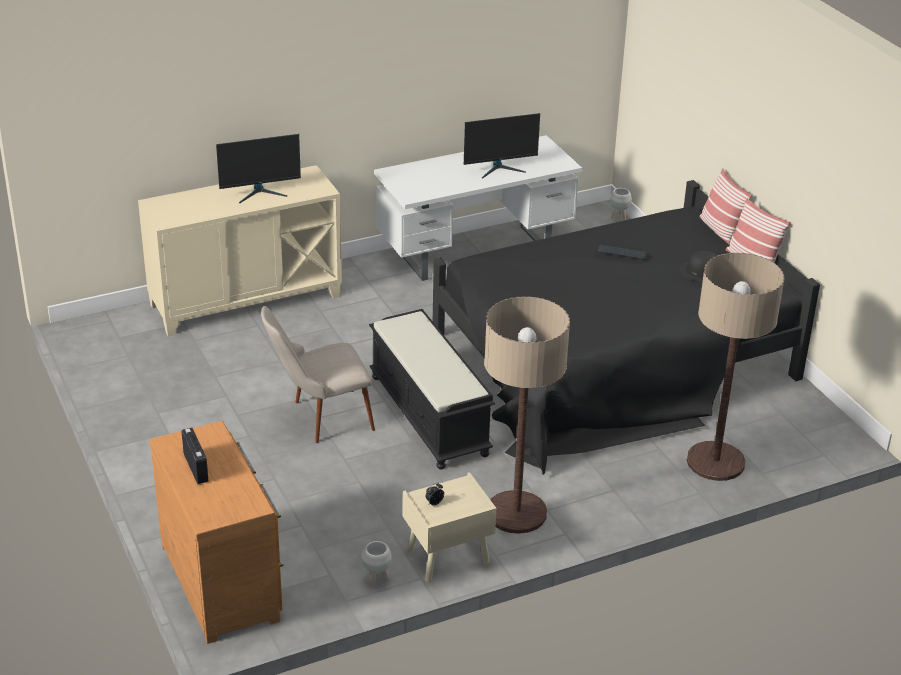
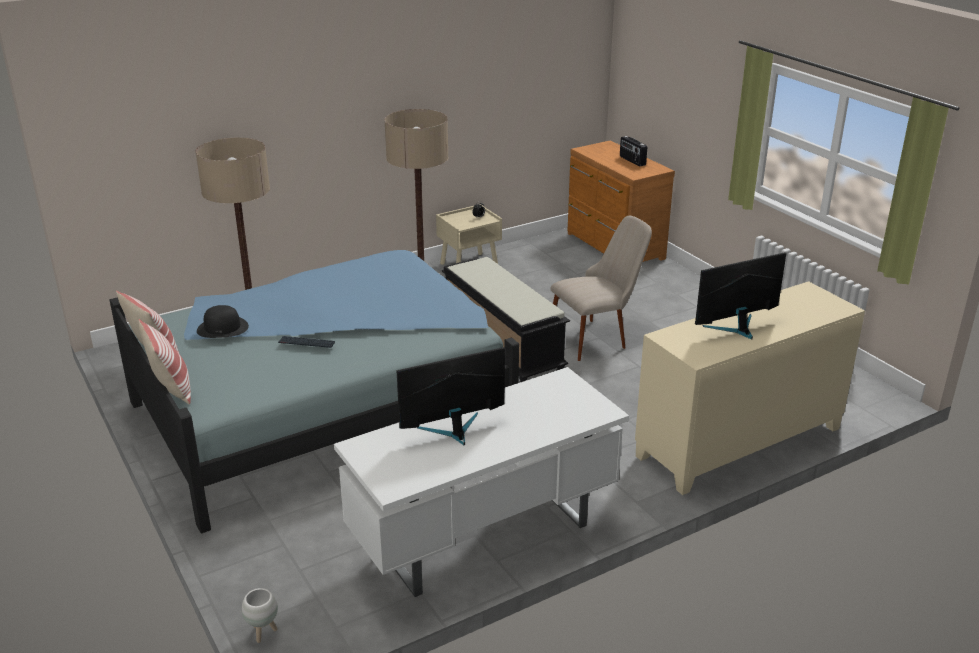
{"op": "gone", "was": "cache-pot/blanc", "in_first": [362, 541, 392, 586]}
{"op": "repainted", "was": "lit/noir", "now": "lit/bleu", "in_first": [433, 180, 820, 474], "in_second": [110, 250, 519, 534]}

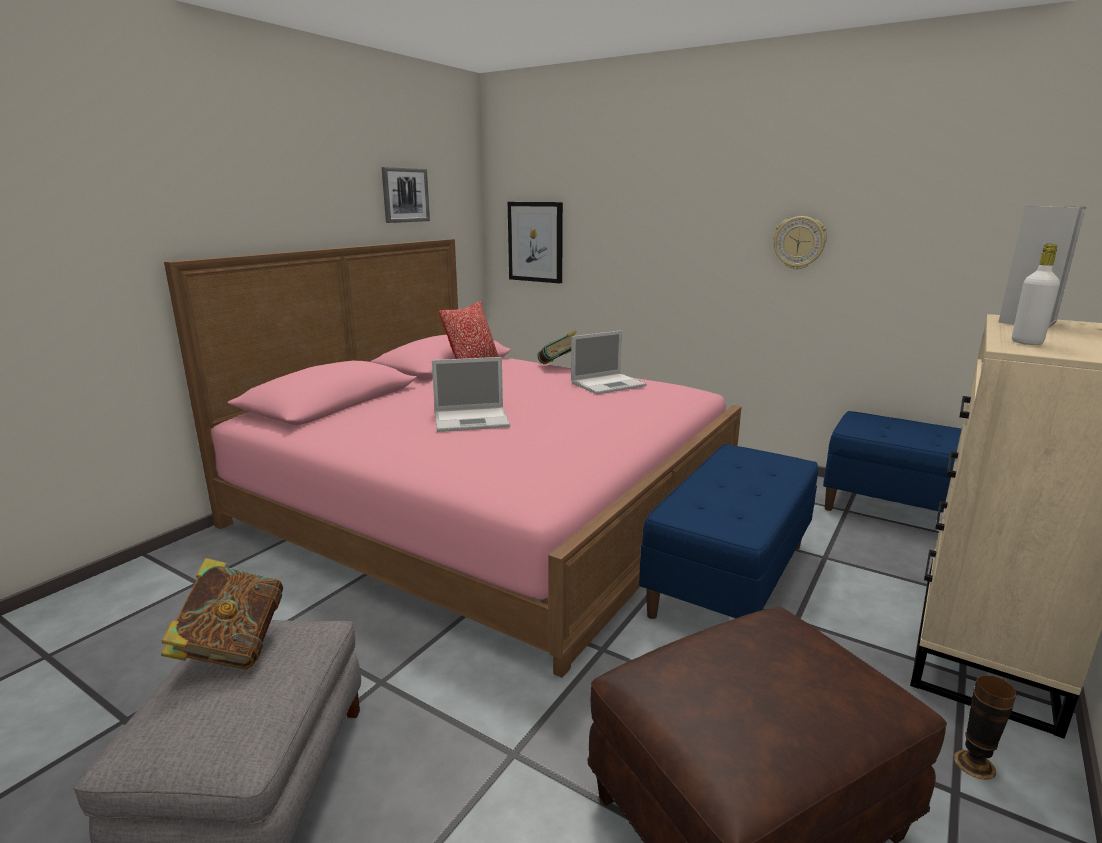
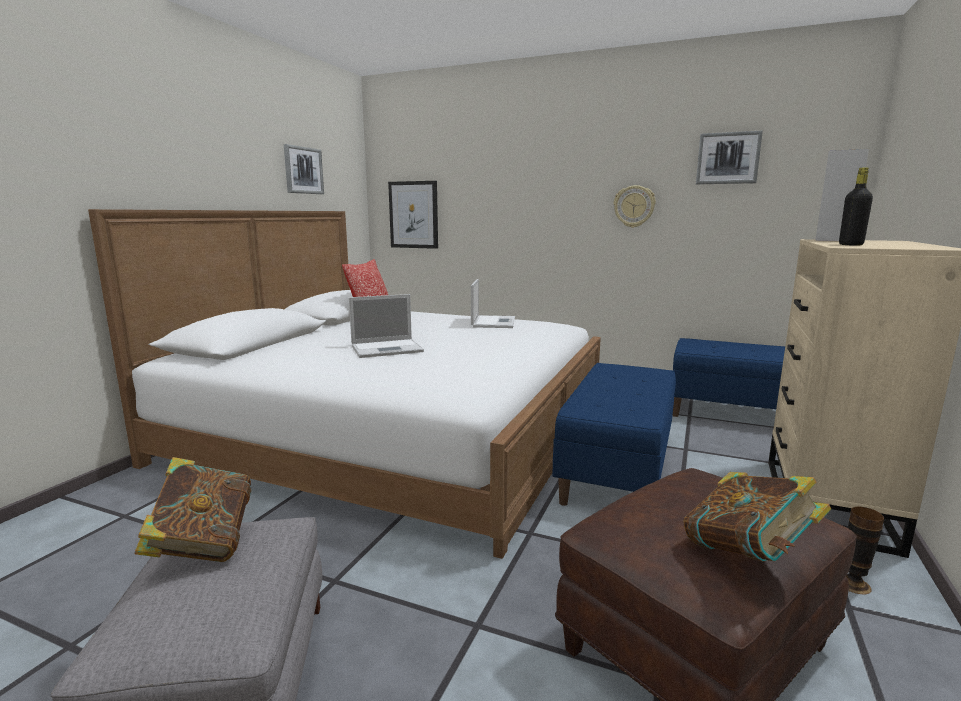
{"op": "new", "now": "tableau", "in_second": [696, 131, 763, 184]}
{"op": "shifted", "was": "livre", "in_first": [538, 330, 577, 364], "in_second": [684, 472, 831, 561]}
{"op": "repainted", "was": "lit/rose", "now": "lit/blanc", "in_first": [164, 239, 742, 678], "in_second": [88, 209, 601, 559]}
{"op": "repainted", "was": "bouteille/blanc", "now": "bouteille/noir", "in_first": [1012, 244, 1060, 345], "in_second": [839, 167, 873, 246]}
{"op": "rotated", "was": "ordinateur portable", "in_first": [571, 330, 647, 395], "in_second": [471, 279, 515, 328], "clockwise": -45}

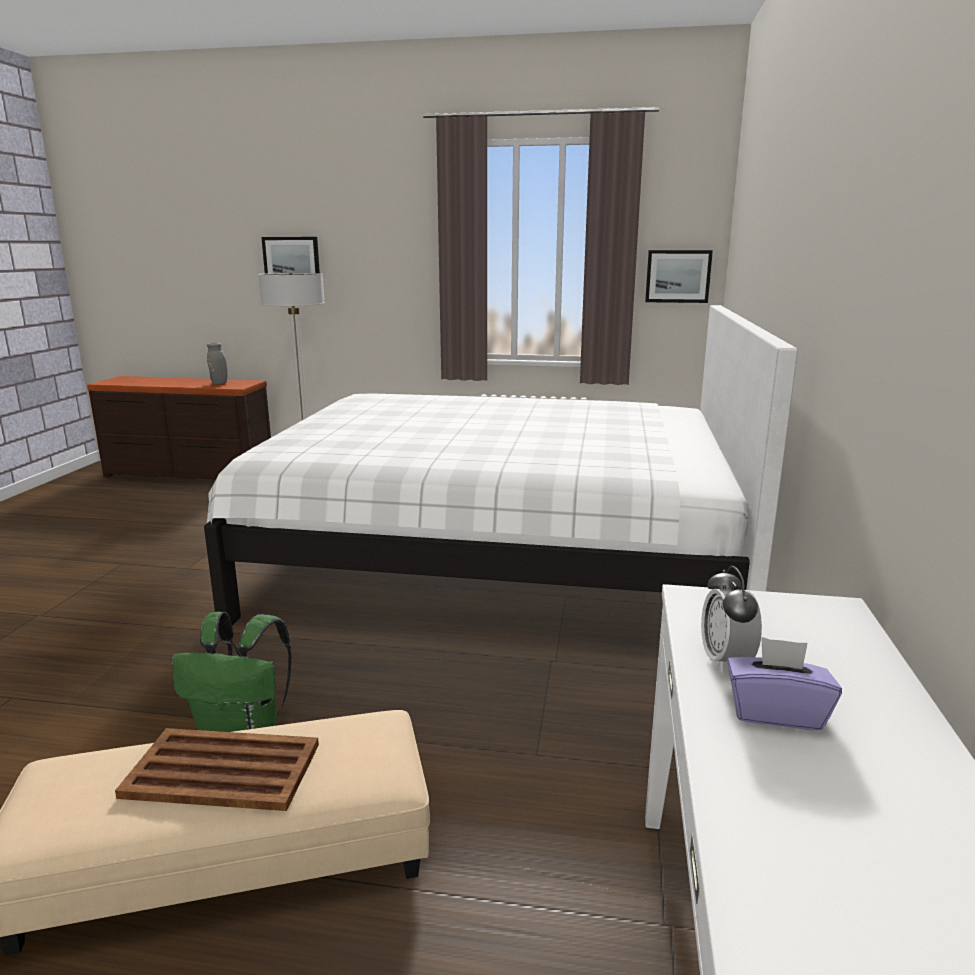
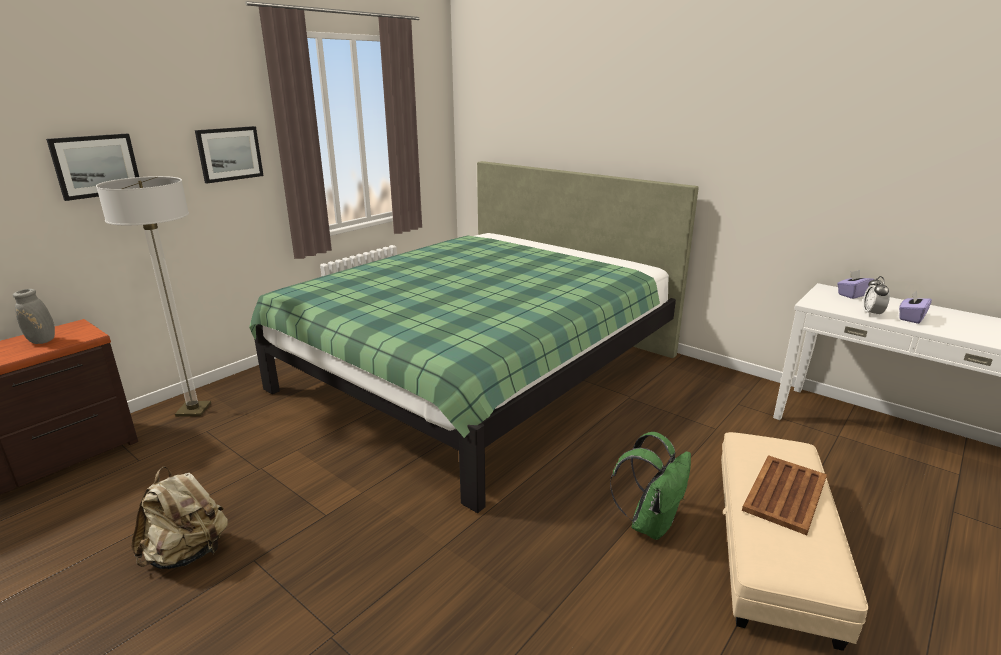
{"op": "new", "now": "sac à dos/beige", "in_second": [131, 467, 228, 569]}
{"op": "new", "now": "boîte à mouchoirs/violet", "in_second": [837, 270, 875, 299]}
{"op": "shifted", "was": "tableau", "in_first": [645, 250, 713, 303], "in_second": [195, 126, 264, 183]}
{"op": "repainted", "was": "lit/blanc", "now": "lit/vert", "in_first": [204, 305, 798, 625], "in_second": [249, 161, 699, 513]}
{"op": "rotated", "was": "réveil", "in_first": [701, 566, 762, 672], "in_second": [863, 276, 890, 317], "clockwise": 75}

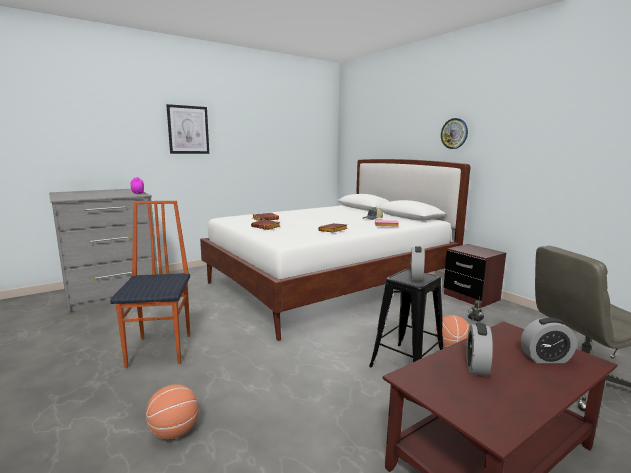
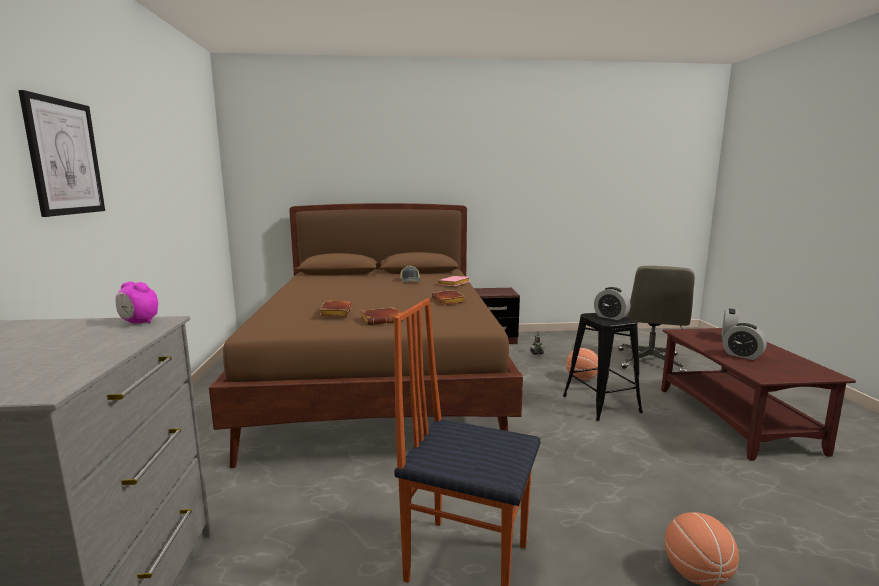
{"op": "gone", "was": "horloge murale", "in_first": [441, 118, 468, 149]}
{"op": "repainted", "was": "lit/blanc", "now": "lit/marron", "in_first": [200, 159, 470, 341], "in_second": [209, 203, 523, 468]}

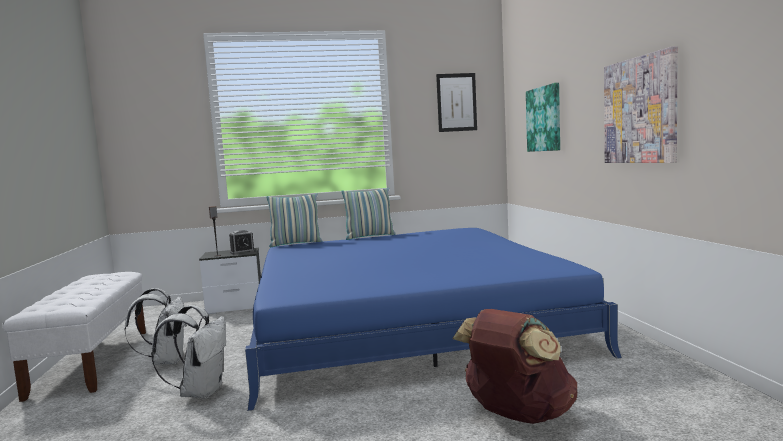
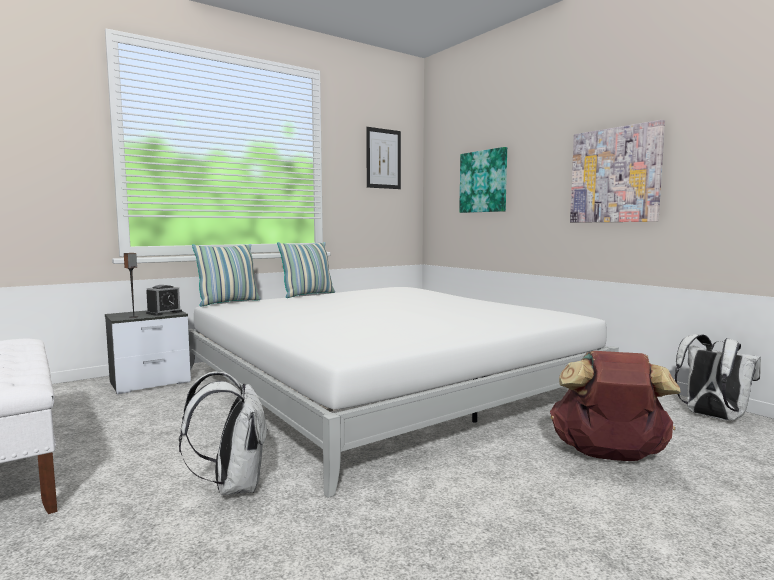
{"op": "shifted", "was": "sac à dos/blanc", "in_first": [124, 288, 187, 365], "in_second": [675, 334, 761, 420]}
{"op": "repainted", "was": "lit/bleu", "now": "lit/blanc", "in_first": [245, 228, 622, 411], "in_second": [188, 287, 619, 498]}

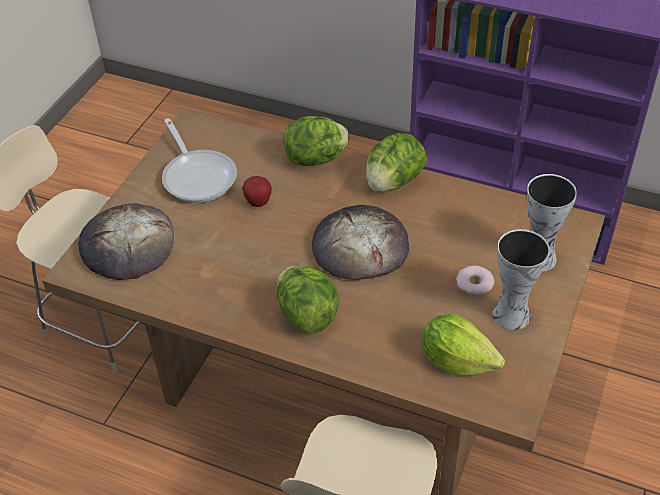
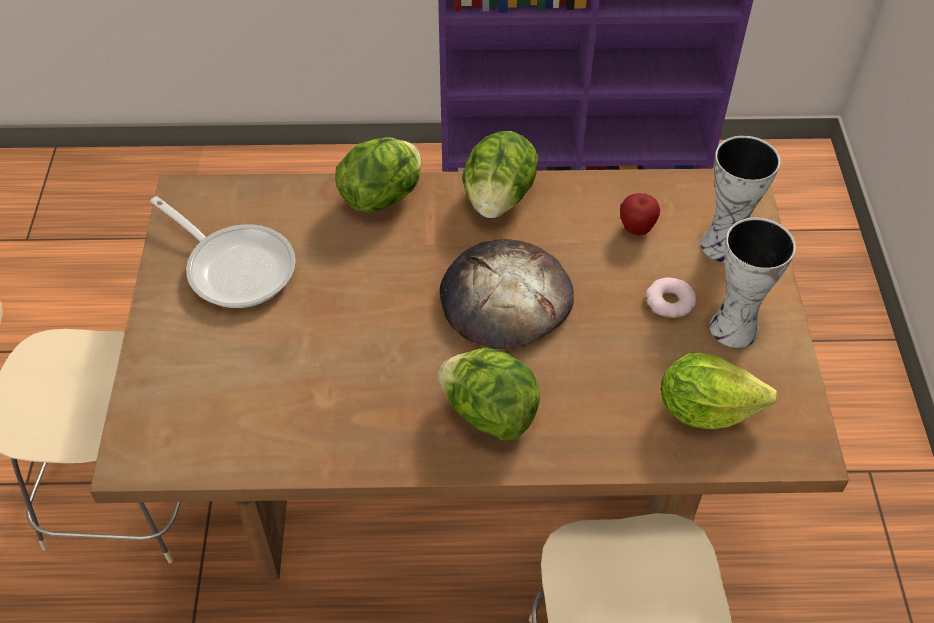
{"op": "gone", "was": "pain", "in_first": [78, 203, 174, 280]}
{"op": "shifted", "was": "pomme", "in_first": [242, 176, 272, 207], "in_second": [620, 193, 660, 235]}

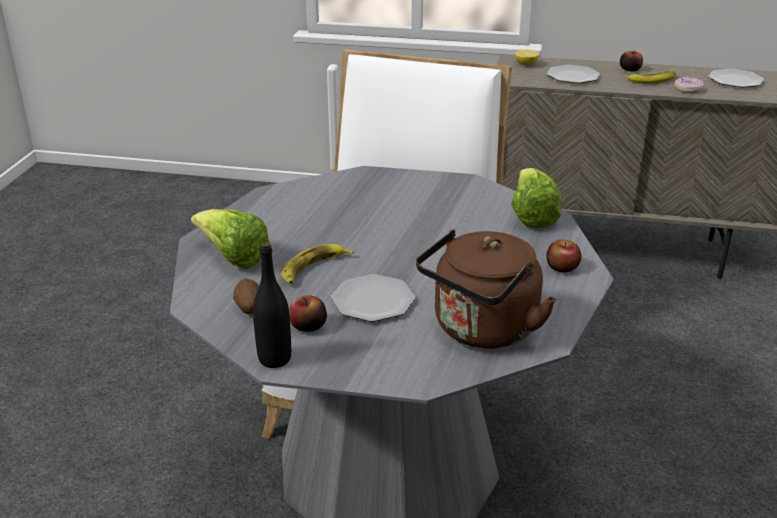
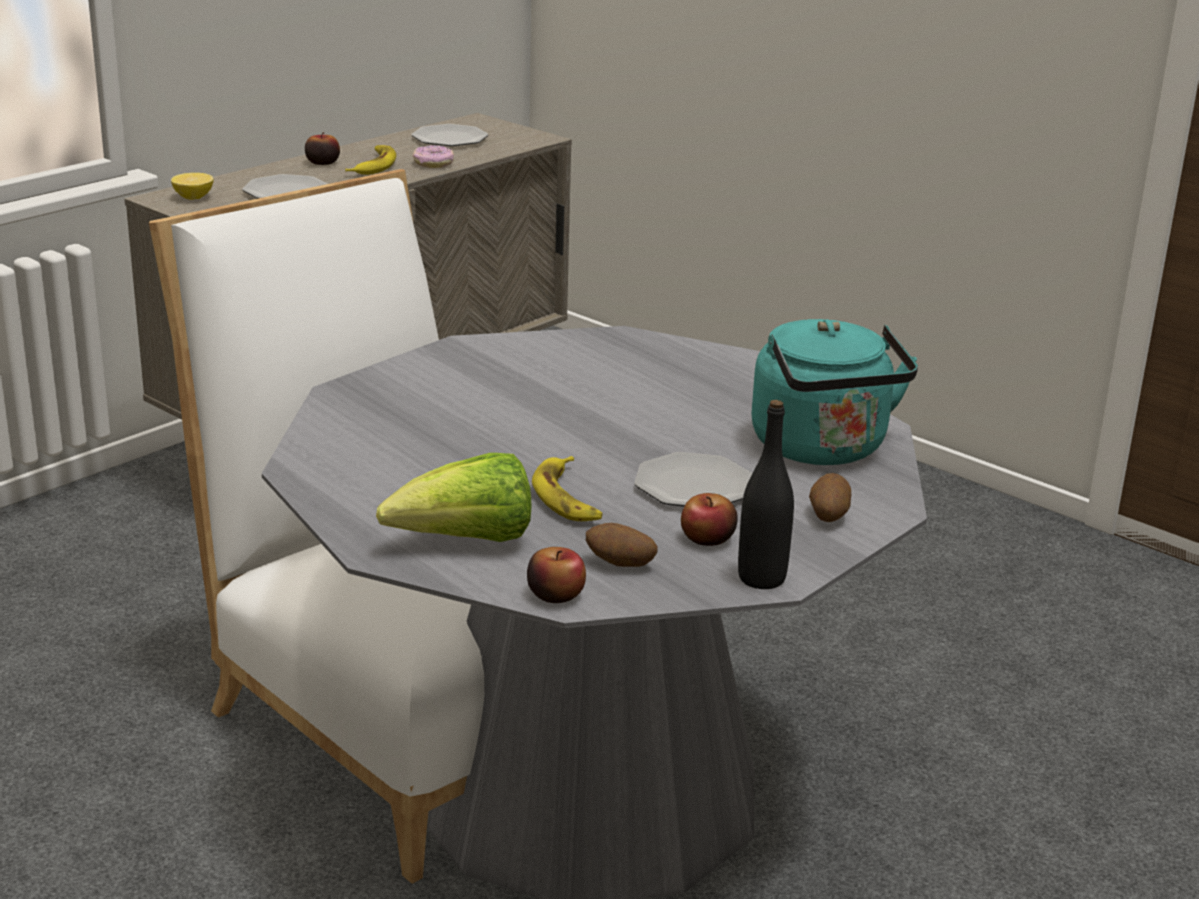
{"op": "gone", "was": "laitue", "in_first": [511, 168, 561, 228]}
{"op": "new", "now": "pomme de terre", "in_second": [809, 473, 851, 522]}
{"op": "shifted", "was": "pomme", "in_first": [546, 240, 581, 272], "in_second": [527, 547, 586, 603]}
{"op": "repainted", "was": "bouilloire/marron", "now": "bouilloire/turquoise", "in_first": [416, 229, 556, 348], "in_second": [752, 319, 918, 465]}

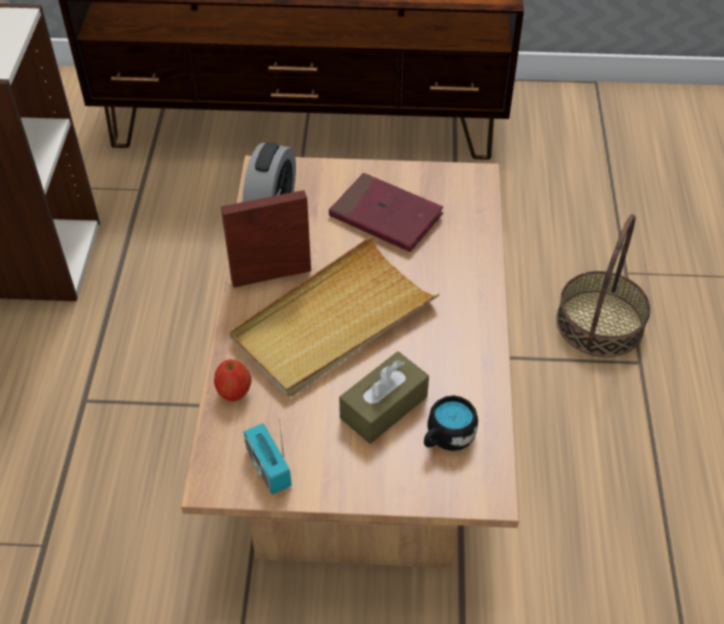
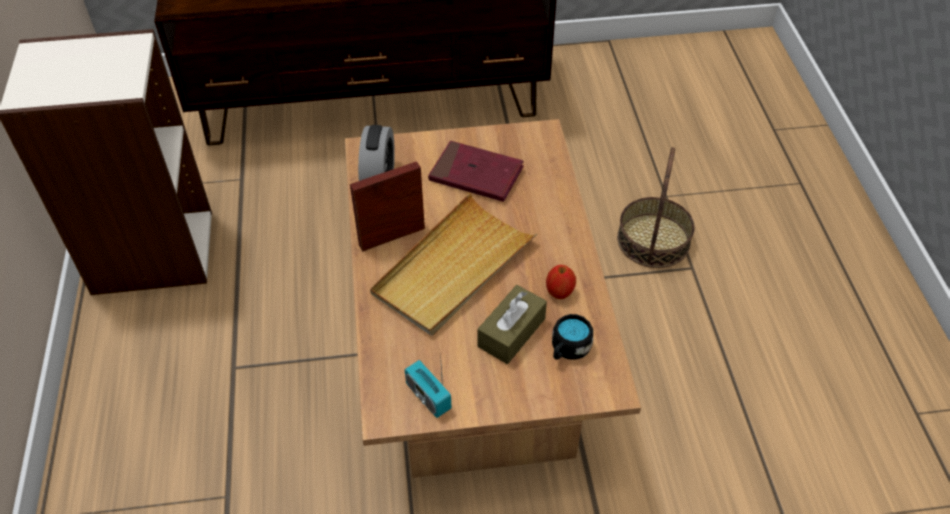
{"op": "shifted", "was": "pomme", "in_first": [214, 359, 252, 402], "in_second": [546, 265, 576, 299]}

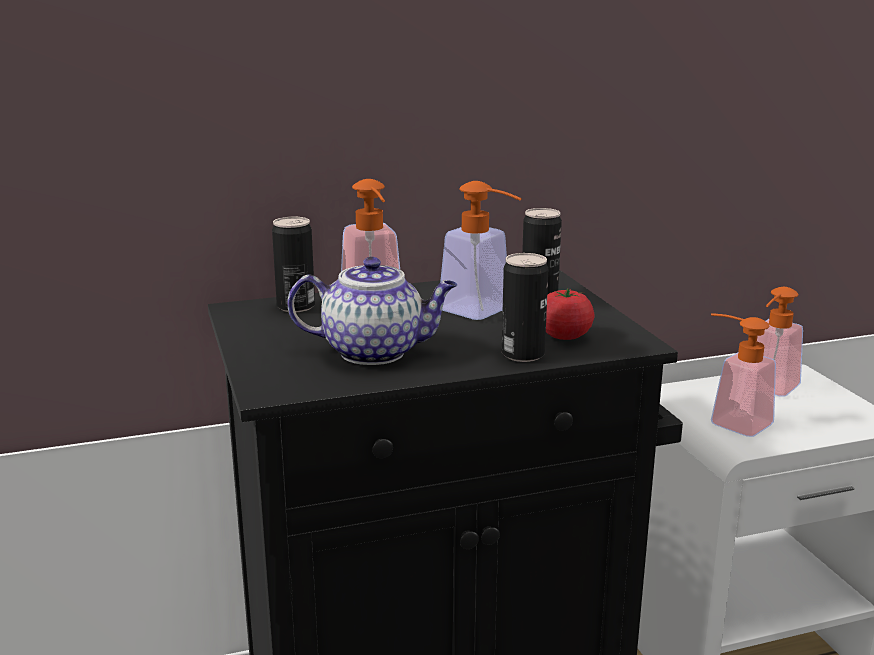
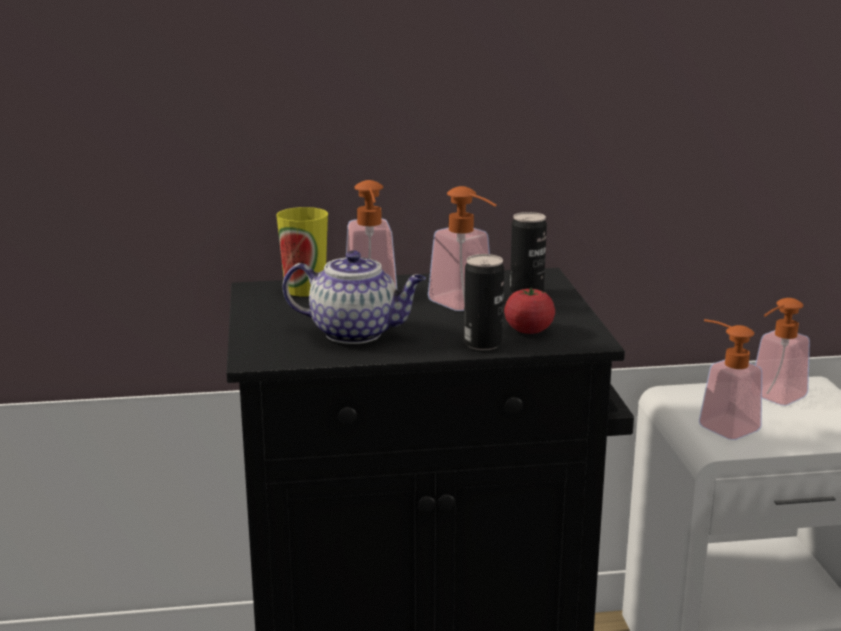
{"op": "swapped", "was": "boîte métallique", "now": "tasse", "in_first": [272, 217, 315, 312], "in_second": [276, 207, 328, 297]}

